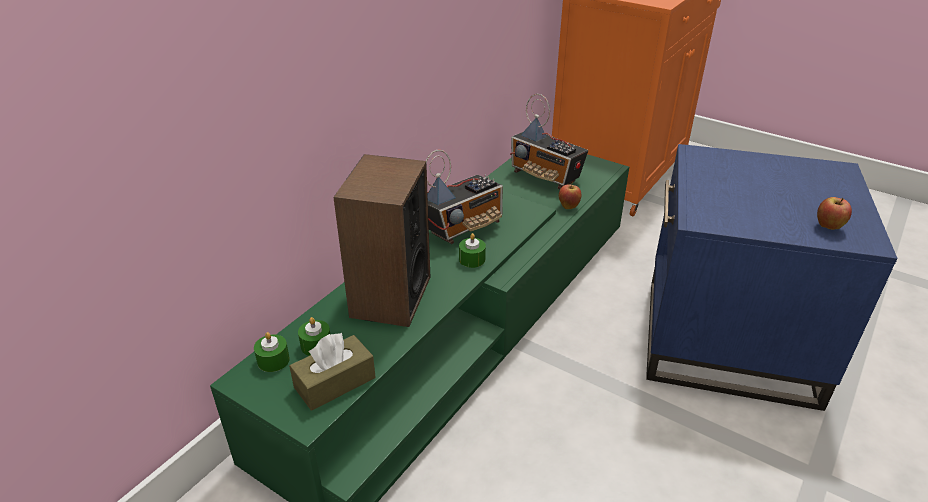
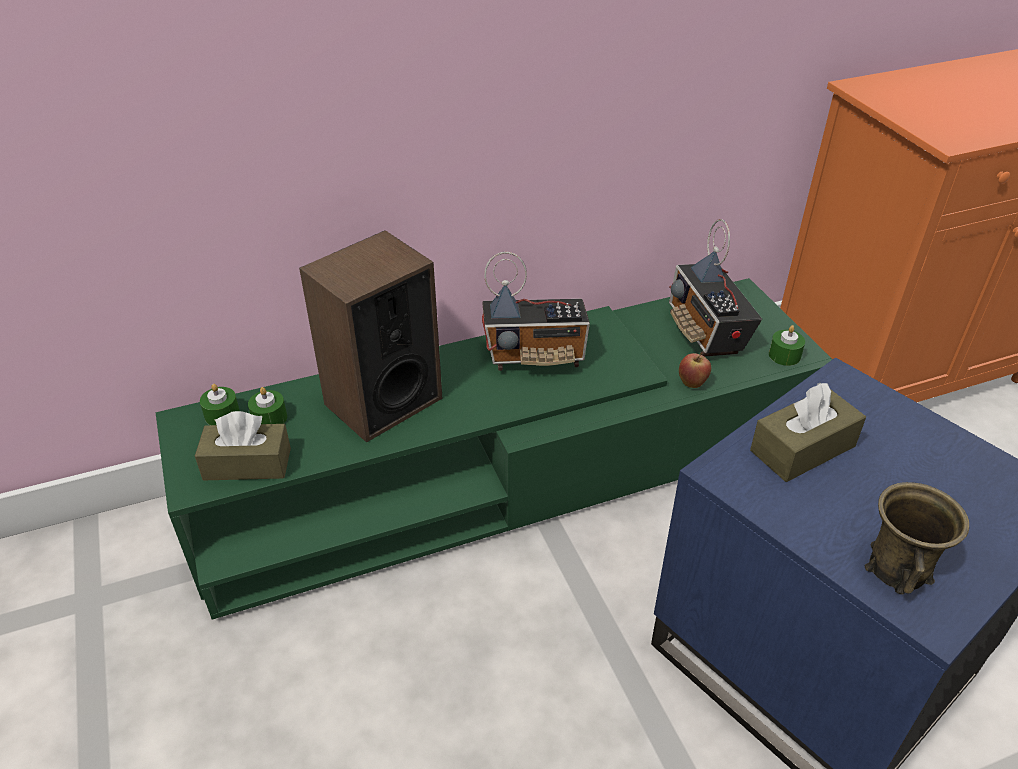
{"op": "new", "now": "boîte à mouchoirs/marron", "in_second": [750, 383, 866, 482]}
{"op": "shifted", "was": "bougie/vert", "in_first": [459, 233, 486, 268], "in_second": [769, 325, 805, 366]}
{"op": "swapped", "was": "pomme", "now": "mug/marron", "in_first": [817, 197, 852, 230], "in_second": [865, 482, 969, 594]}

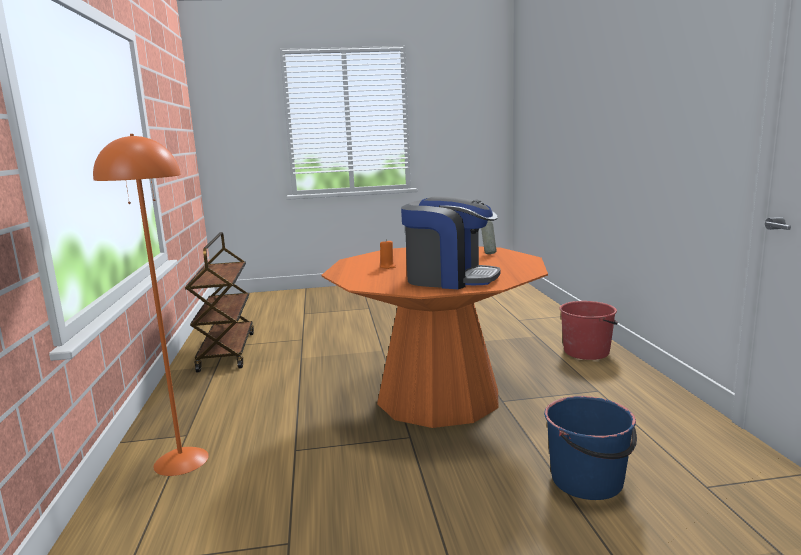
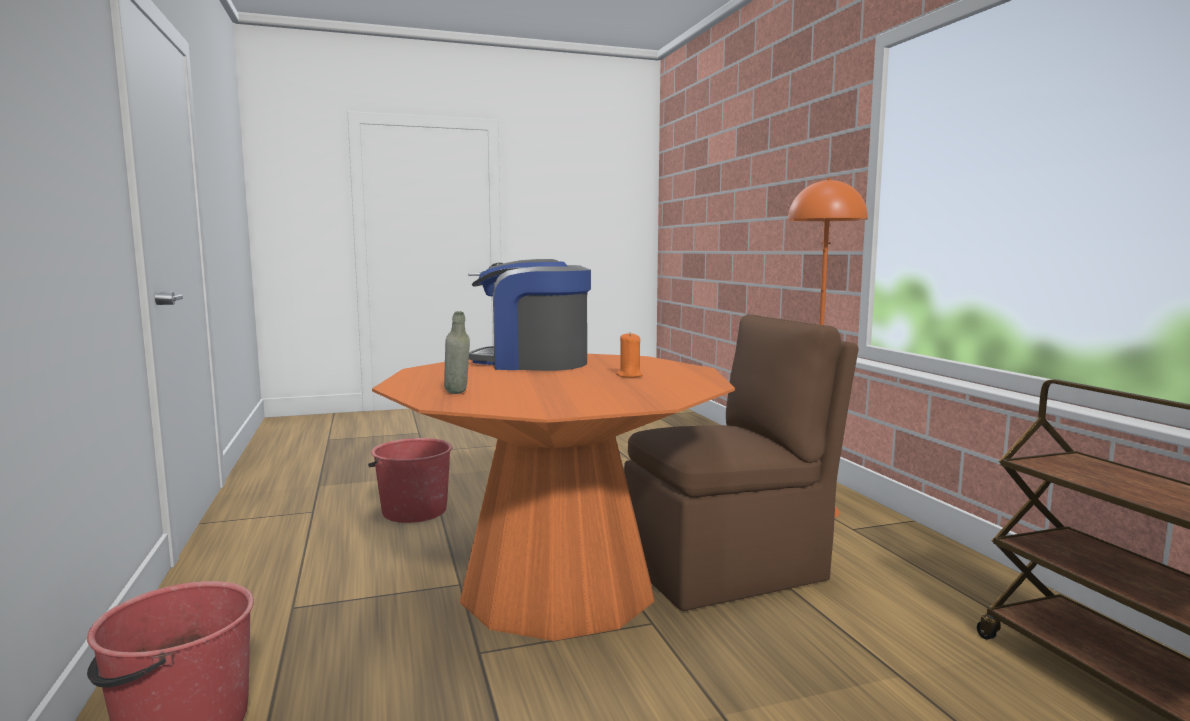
{"op": "new", "now": "chaise/marron", "in_second": [624, 314, 859, 611]}
{"op": "repainted", "was": "seau/bleu", "now": "seau/rouge", "in_first": [544, 396, 637, 500], "in_second": [368, 438, 452, 523]}

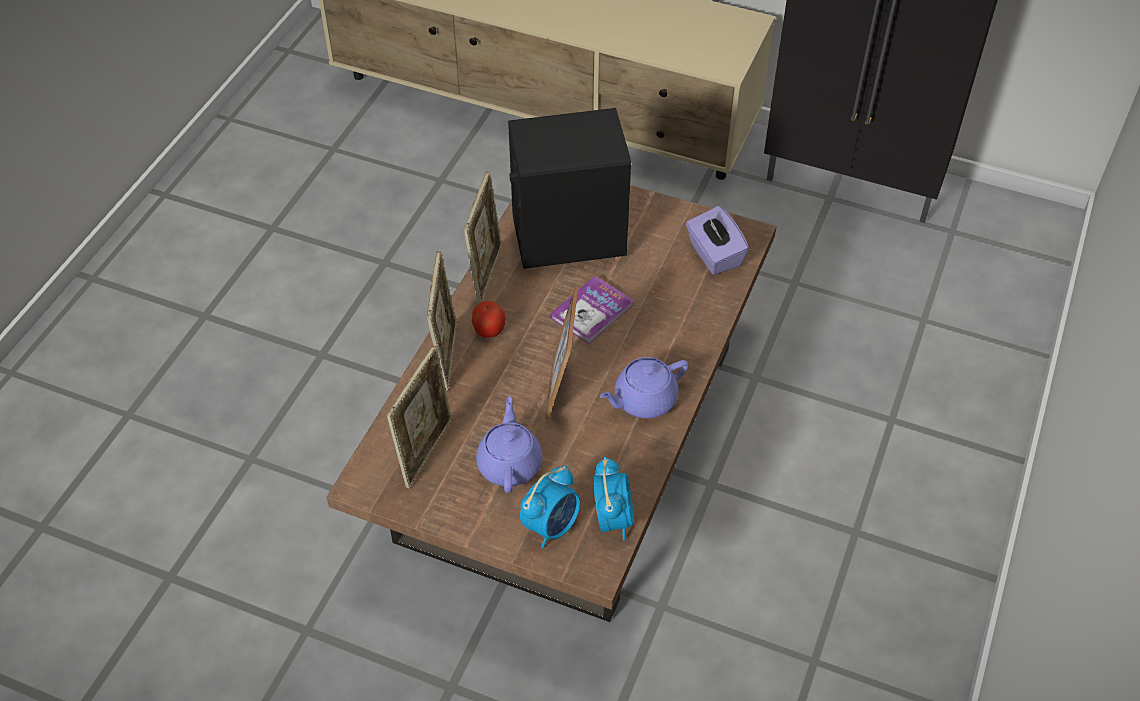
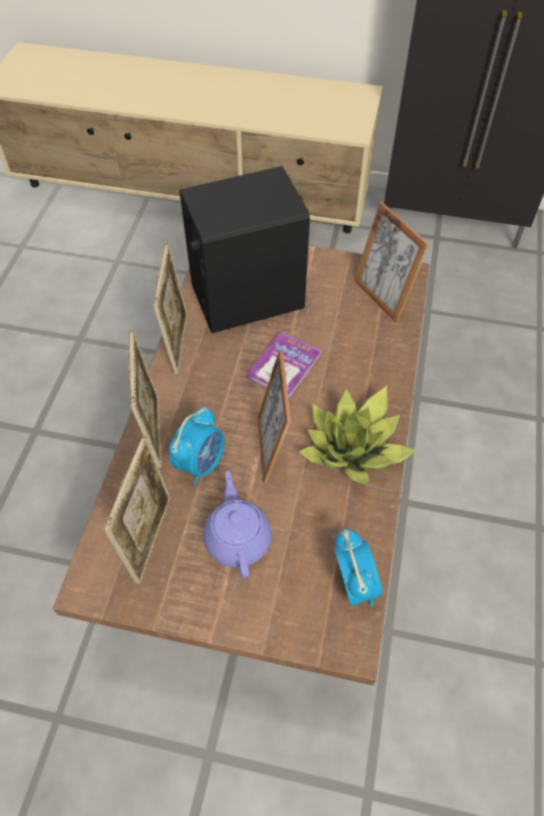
{"op": "gone", "was": "pomme", "in_first": [472, 301, 506, 338]}
{"op": "shifted", "was": "réveil", "in_first": [520, 465, 581, 548], "in_second": [169, 406, 225, 485]}
{"op": "swapped", "was": "théière/violet", "now": "plante en pot", "in_first": [600, 357, 689, 418], "in_second": [299, 386, 417, 484]}
{"op": "swapped", "was": "boîte à mouchoirs/violet", "now": "cadre photo", "in_first": [686, 206, 749, 275], "in_second": [354, 202, 429, 323]}

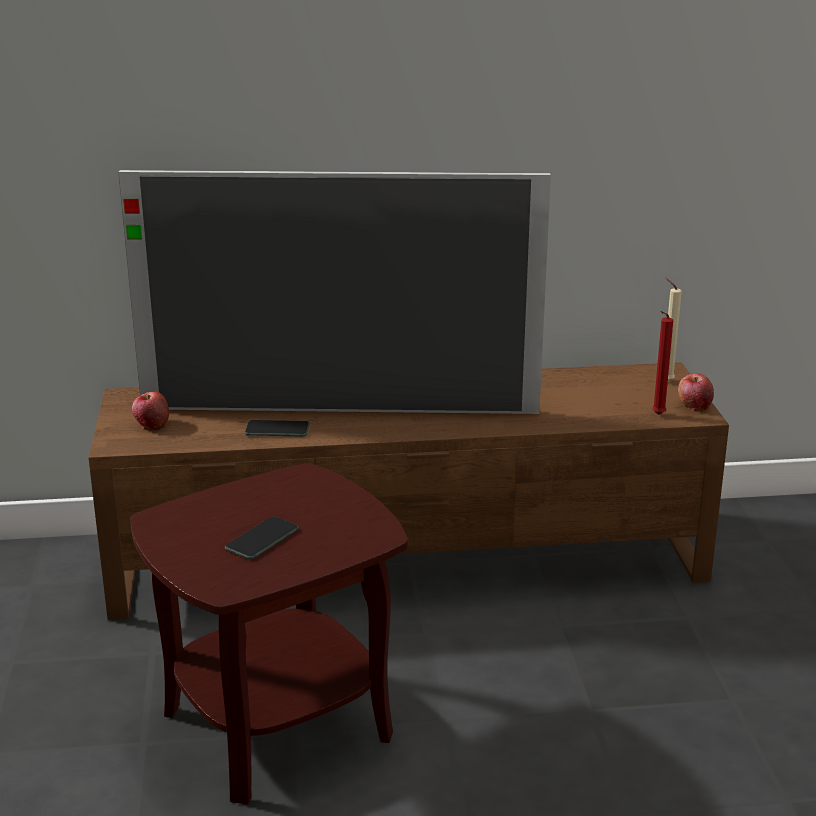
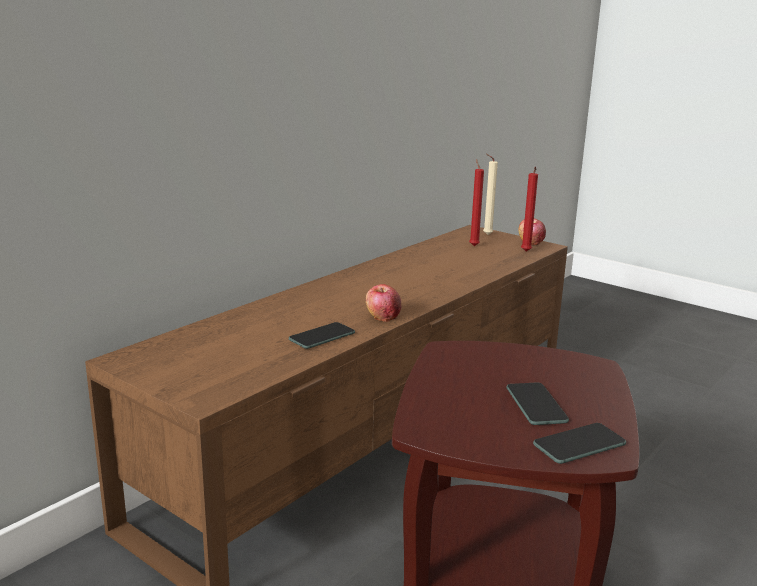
{"op": "gone", "was": "téléviseur", "in_first": [118, 170, 551, 414]}
{"op": "new", "now": "bougie/rouge", "in_second": [469, 159, 484, 246]}
{"op": "new", "now": "téléphone", "in_second": [533, 423, 626, 464]}
{"op": "shifted", "was": "pomme", "in_first": [132, 391, 169, 430], "in_second": [366, 284, 401, 322]}

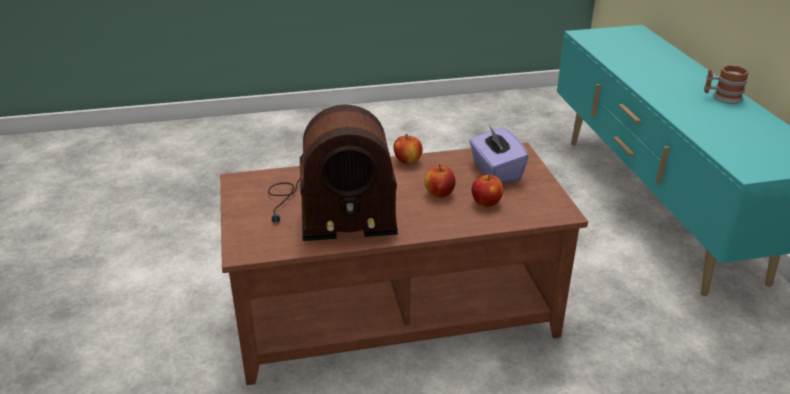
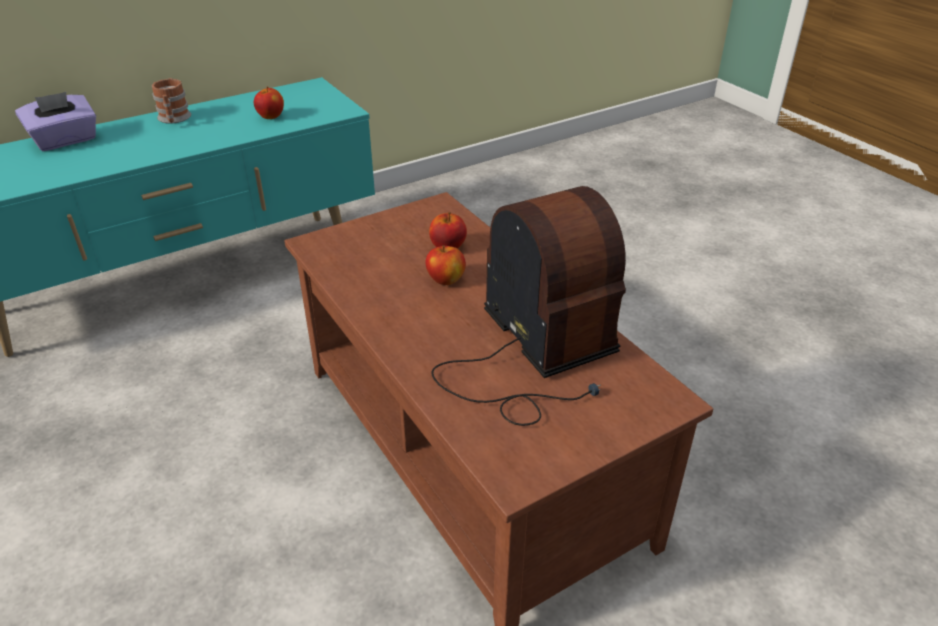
{"op": "shifted", "was": "pomme", "in_first": [394, 134, 423, 165], "in_second": [254, 87, 284, 119]}
{"op": "shifted", "was": "boîte à mouchoirs/violet", "in_first": [469, 125, 529, 183], "in_second": [15, 92, 96, 151]}

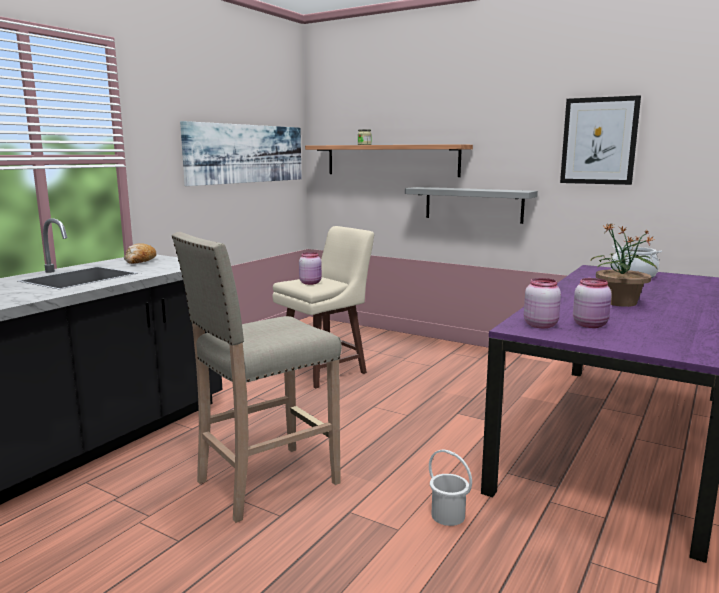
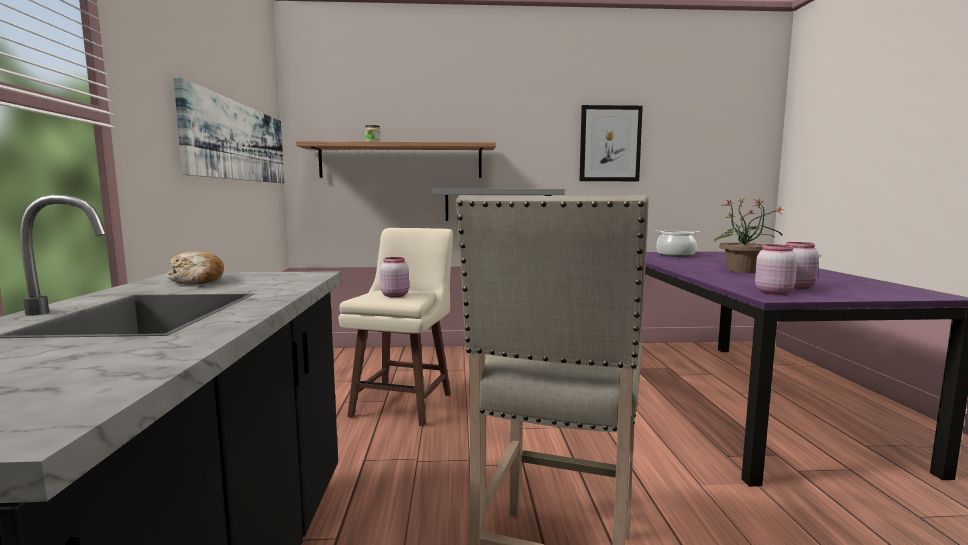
{"op": "gone", "was": "seau/blanc", "in_first": [429, 449, 472, 526]}

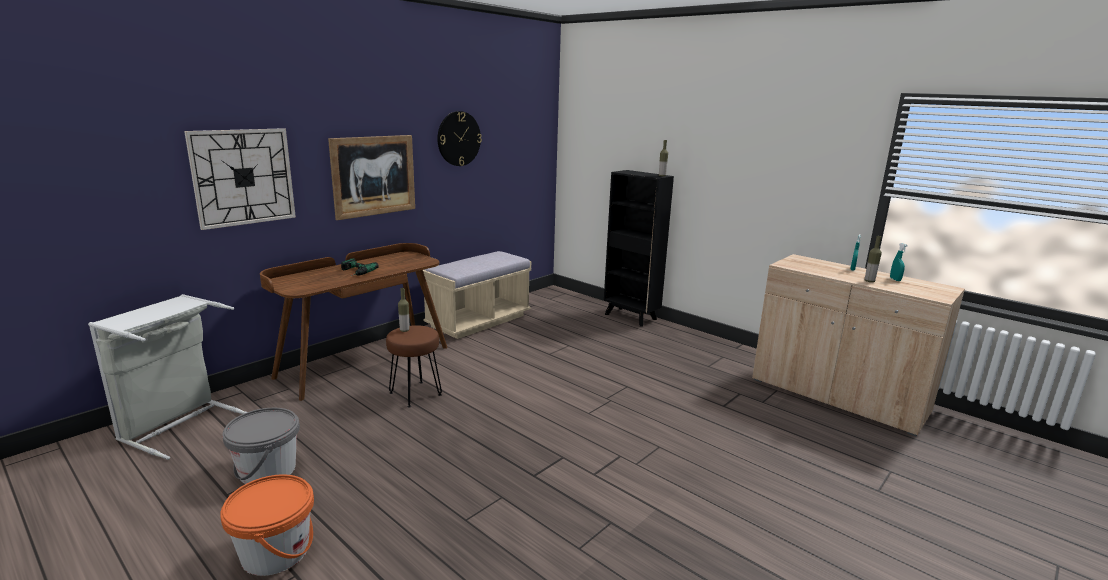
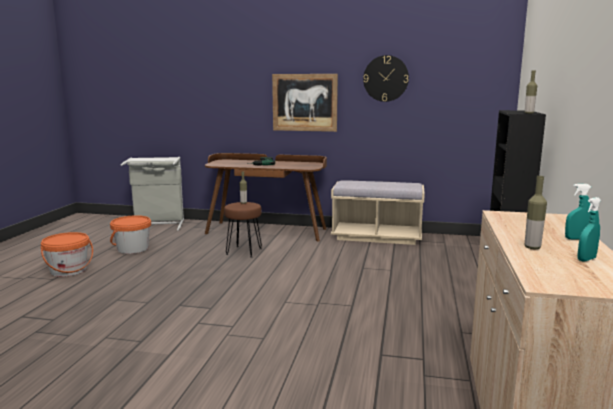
{"op": "gone", "was": "horloge murale", "in_first": [184, 128, 296, 230]}
{"op": "repainted", "was": "seau/gris", "now": "seau/orange", "in_first": [222, 408, 300, 484], "in_second": [110, 215, 151, 254]}

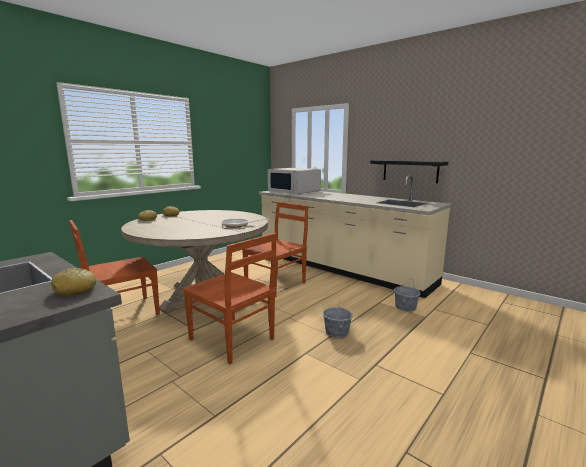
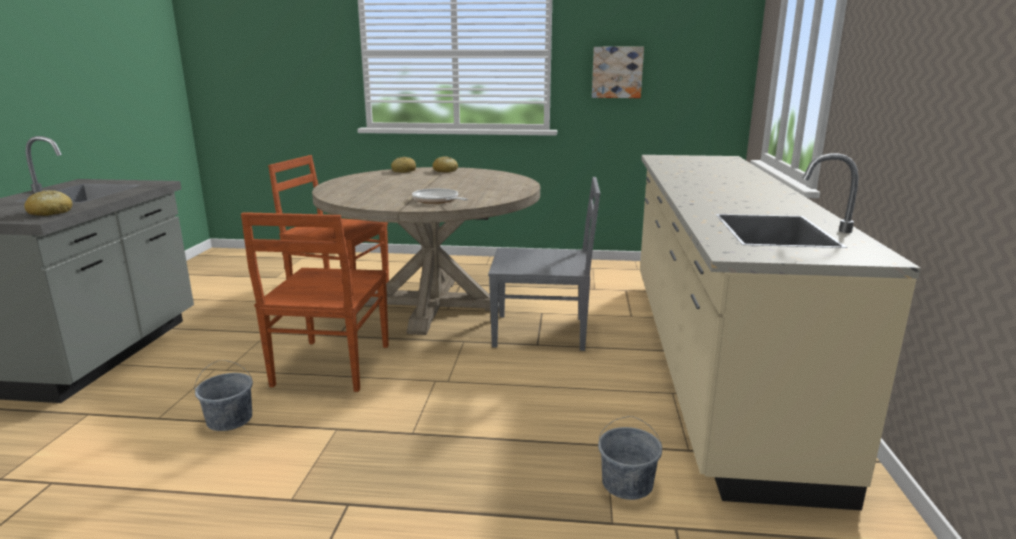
{"op": "gone", "was": "micro-ondes/blanc", "in_first": [268, 168, 321, 194]}
{"op": "gone", "was": "étagère/noir", "in_first": [370, 160, 448, 183]}
{"op": "new", "now": "tableau", "in_second": [592, 47, 644, 98]}
{"op": "shifted", "was": "seau/gris", "in_first": [323, 299, 353, 338], "in_second": [194, 360, 253, 431]}
{"op": "repainted", "was": "chaise/marron", "now": "chaise/gris", "in_first": [242, 202, 308, 297], "in_second": [488, 177, 600, 351]}

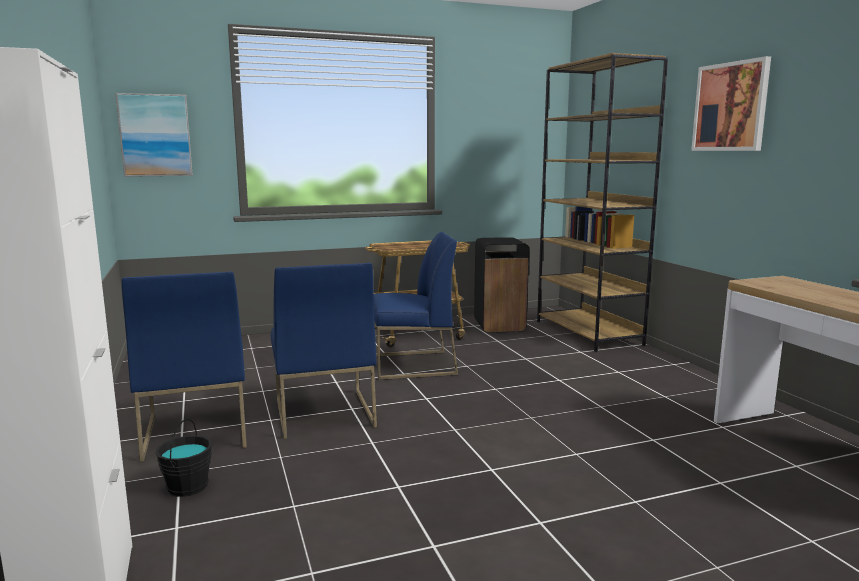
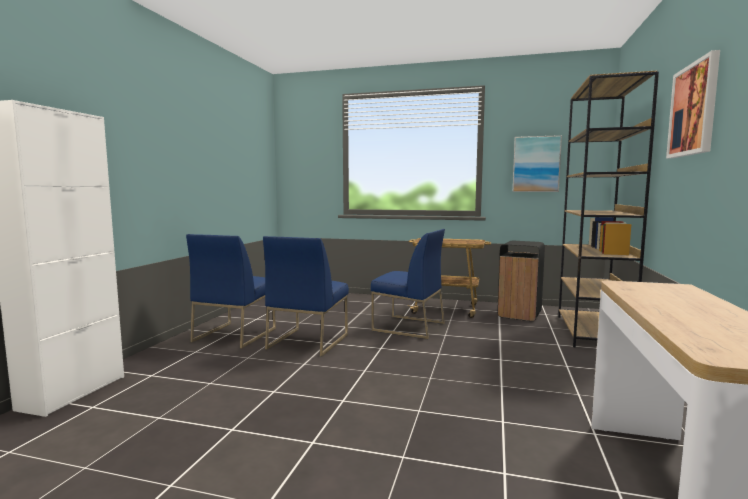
{"op": "gone", "was": "seau/noir", "in_first": [155, 419, 212, 497]}
{"op": "shifted", "was": "tableau", "in_first": [115, 93, 193, 177], "in_second": [512, 135, 562, 192]}

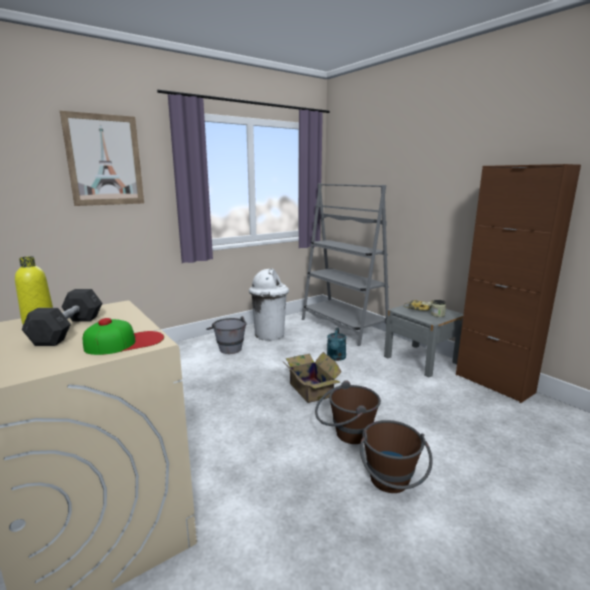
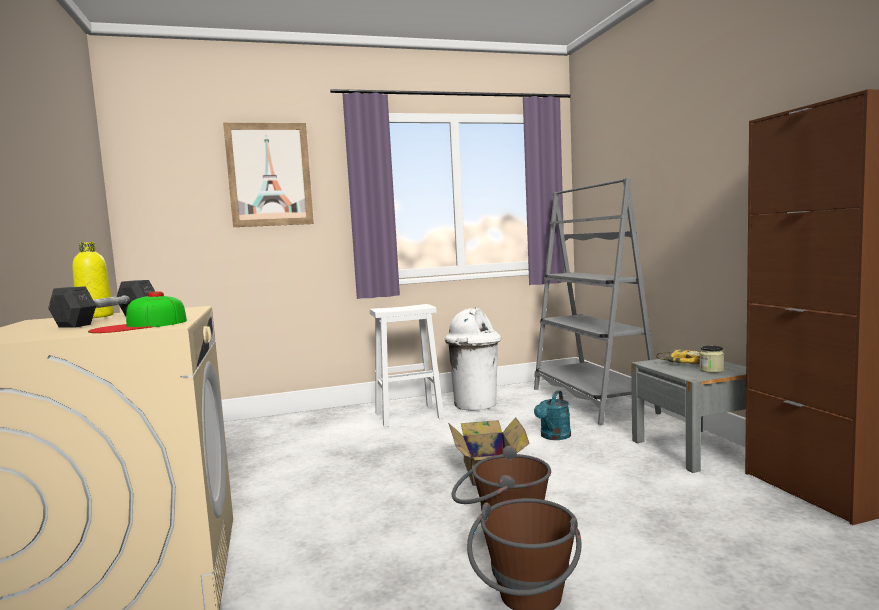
{"op": "swapped", "was": "seau/gris", "now": "tabouret/blanc", "in_first": [206, 316, 247, 354], "in_second": [370, 304, 444, 427]}
{"op": "rotated", "was": "casquette", "in_first": [83, 318, 164, 355], "in_second": [88, 291, 187, 333], "clockwise": 150}

